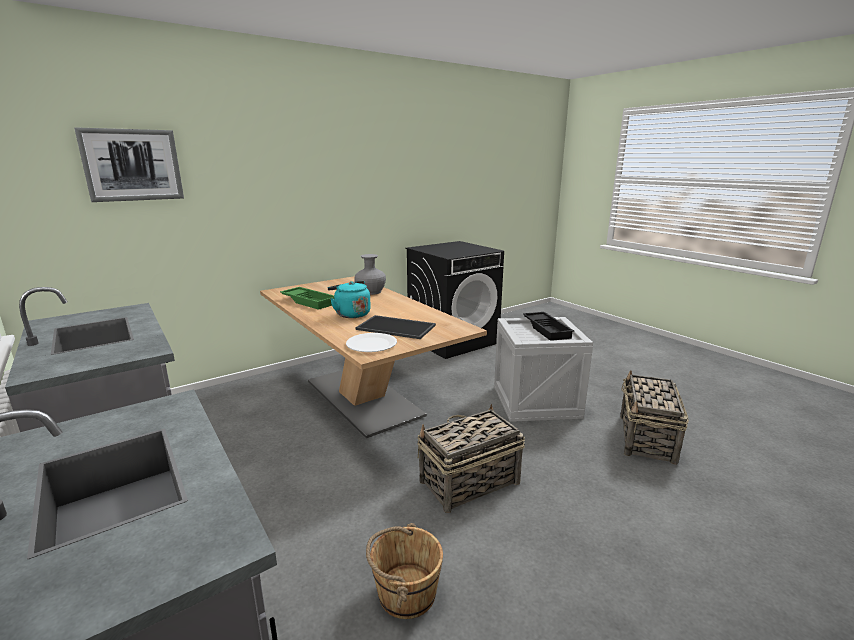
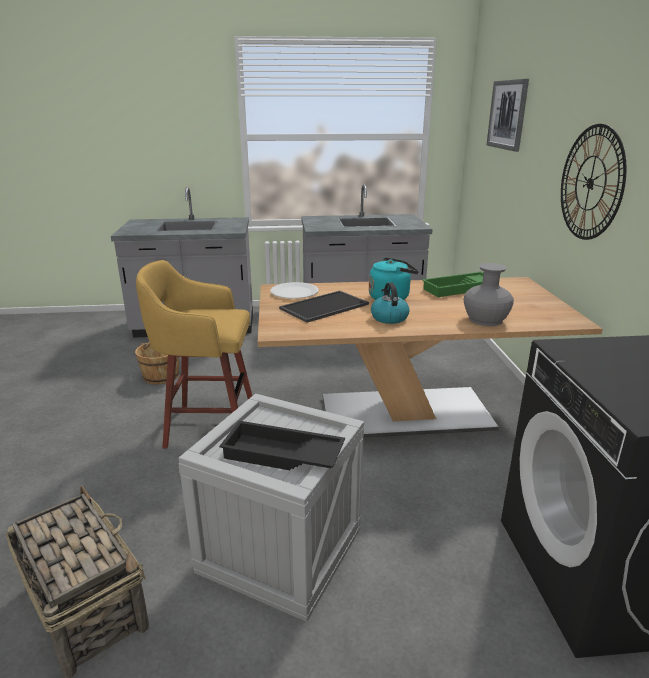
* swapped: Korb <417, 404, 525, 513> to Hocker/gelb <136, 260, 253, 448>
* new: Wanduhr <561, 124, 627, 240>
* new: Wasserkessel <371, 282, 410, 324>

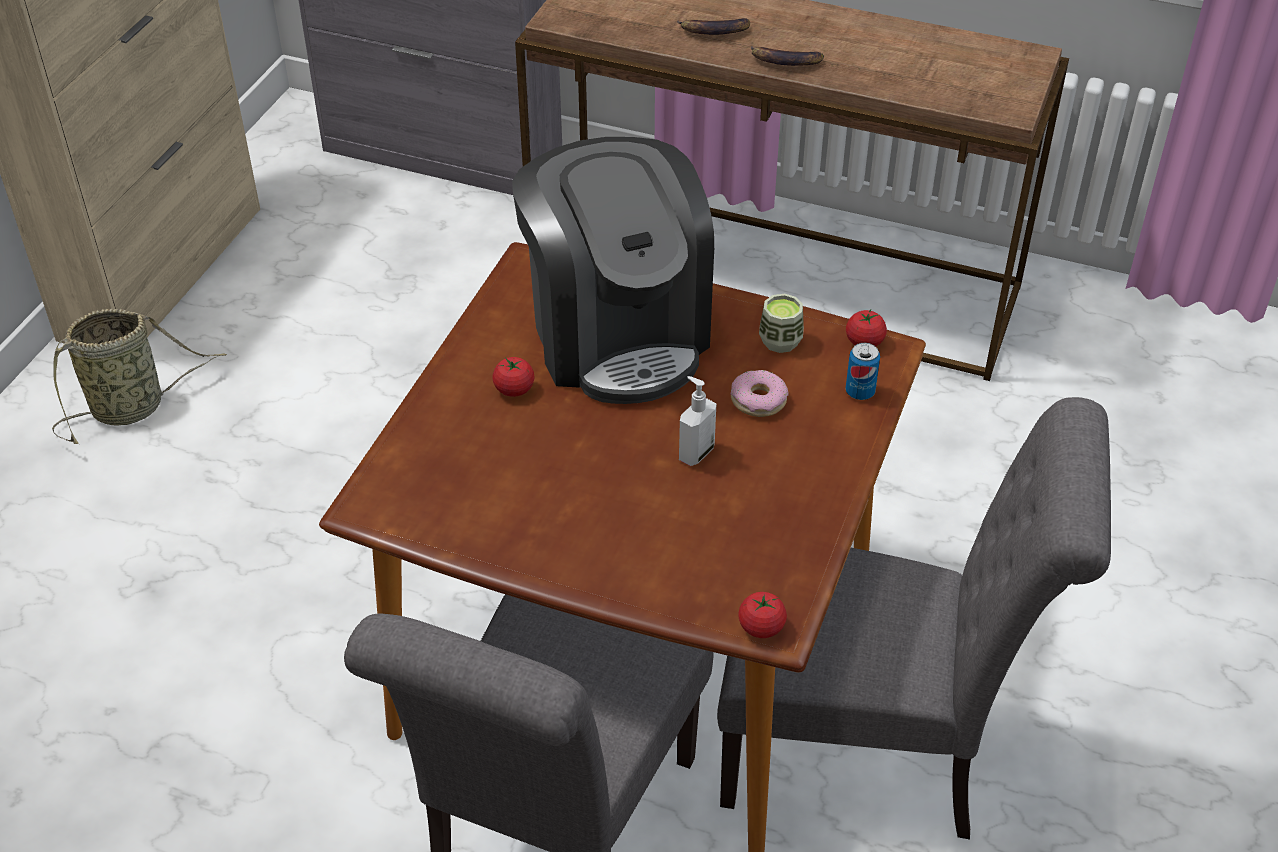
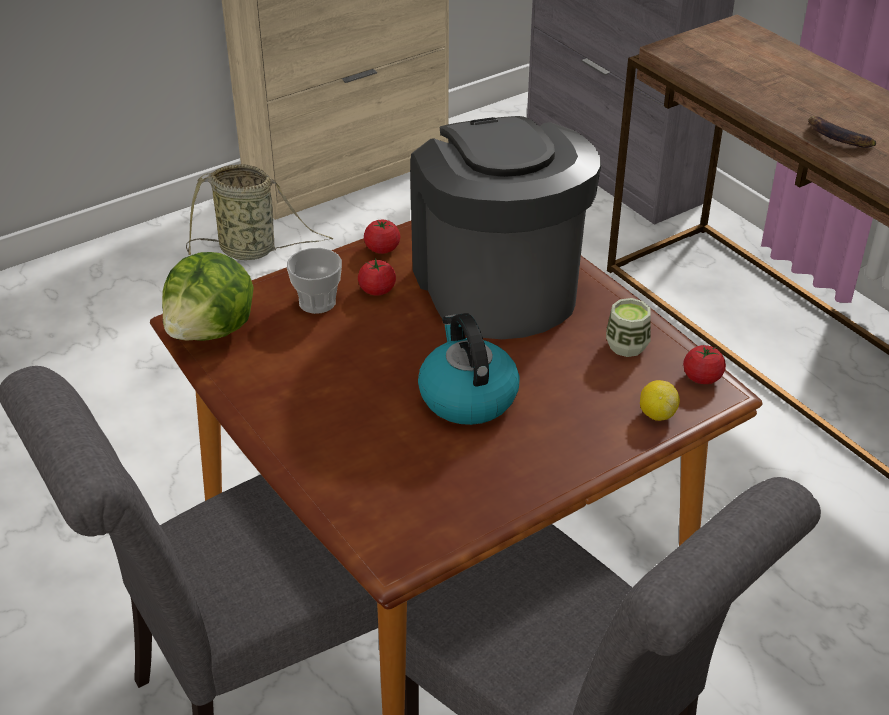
* gone: Banane <677, 18, 750, 35>
* rotated: Kaffeemaschine <512, 137, 714, 404> = <410, 116, 601, 339> 150 degrees clockwise
* swapped: Dose <845, 343, 880, 400> to Zitrone <640, 380, 680, 421>
* gone: Donut <731, 370, 789, 417>
* swapped: Seifenspender <679, 376, 717, 466> to Wasserkessel <418, 313, 520, 425>
* shifted: Tomate <738, 592, 787, 638> to <364, 220, 400, 254>
* new: Tasse <287, 248, 342, 314>
* new: Salatkopf <162, 252, 254, 341>

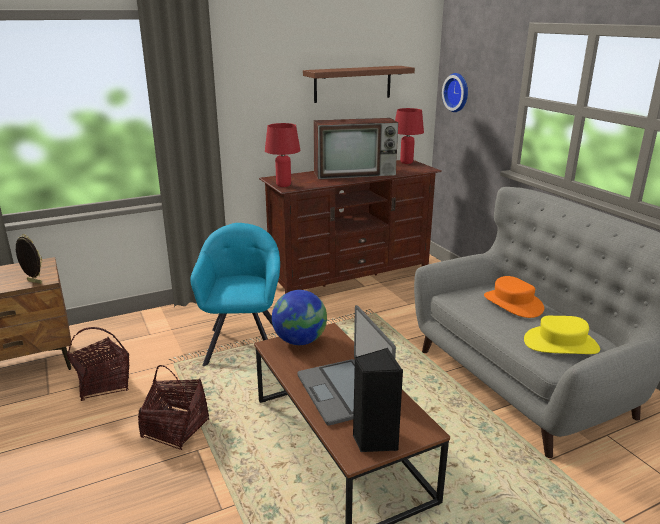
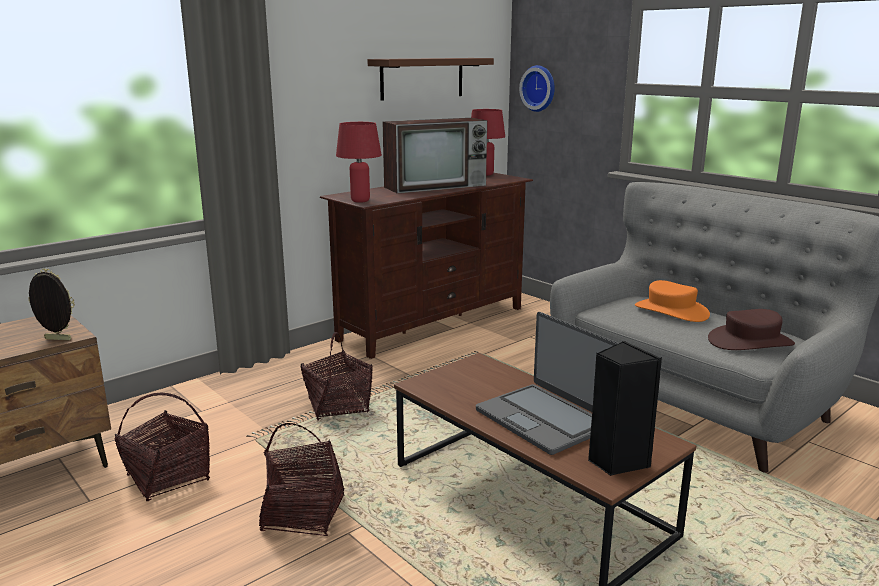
* swapped: Sessel/türkis <190, 223, 280, 366> to Korb <301, 332, 373, 421>
* gone: Globus <272, 290, 327, 345>
* repainted: Hut/gelb <524, 316, 600, 354> to Hut/braun <708, 309, 795, 350>

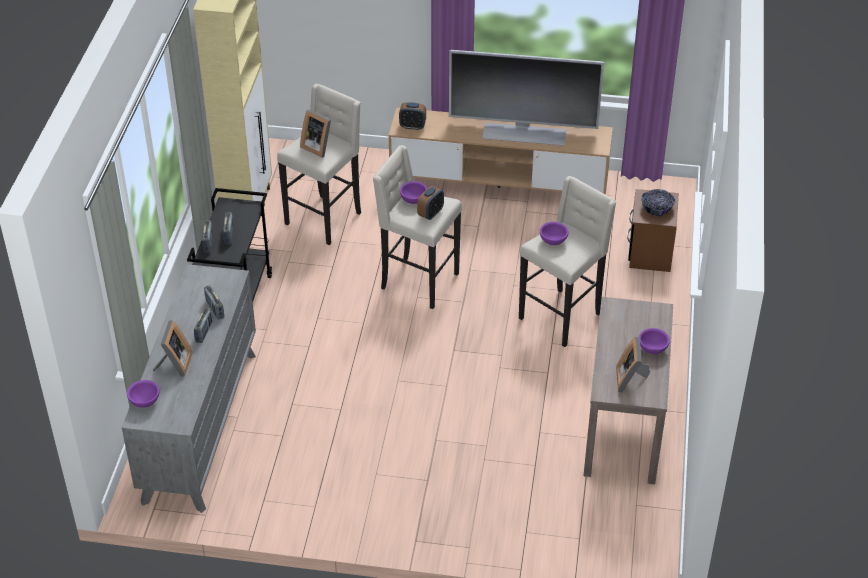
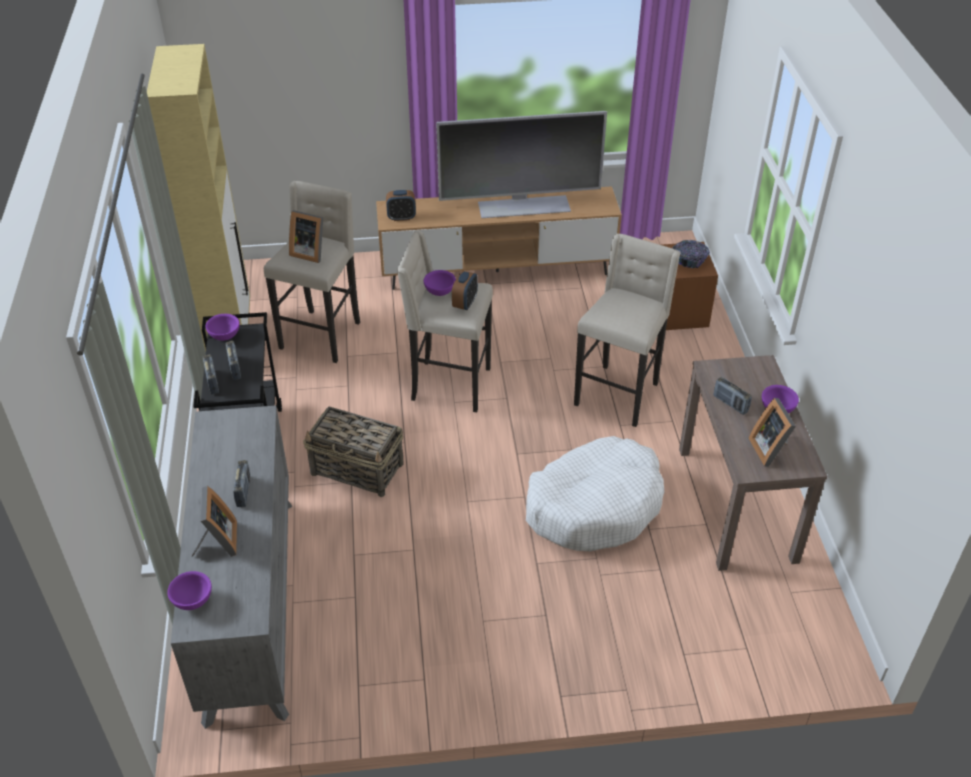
* shifted: Schüssel/lila <540, 222, 569, 245> to <206, 314, 240, 341>
* shifted: Radio <204, 285, 224, 319> to <713, 377, 752, 415>
* new: Korb <303, 407, 404, 497>
* new: Hundebett/weiß <526, 436, 664, 551>

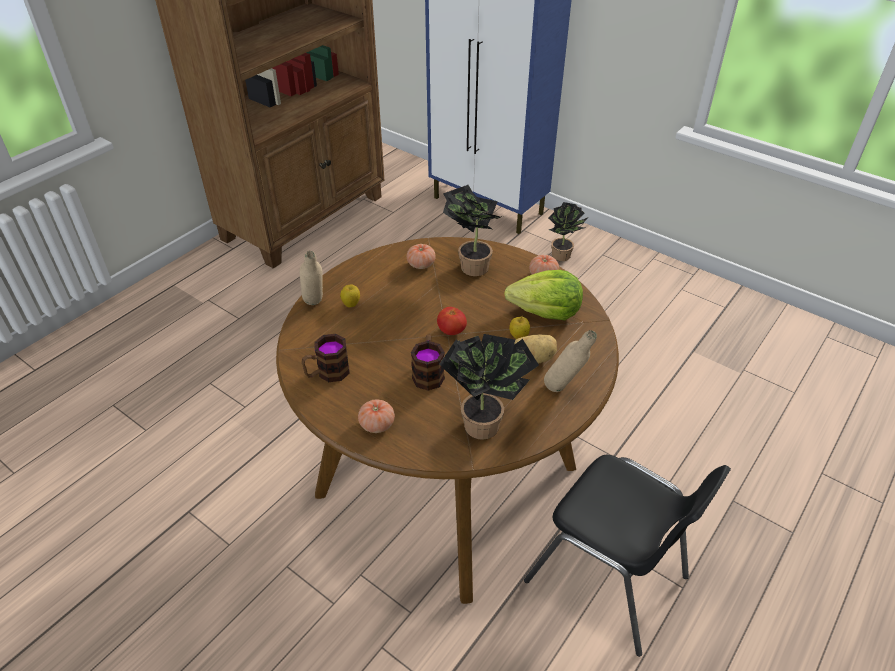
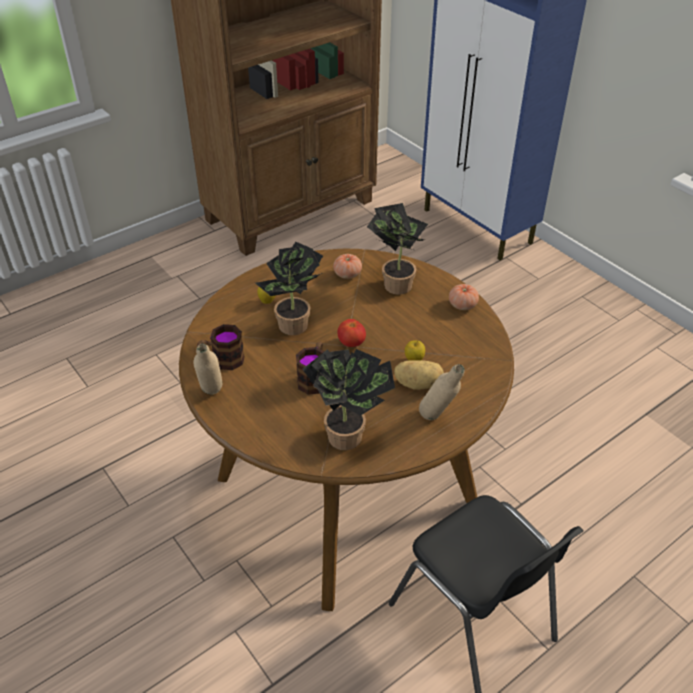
* shifted: Topfpflanze <548, 202, 588, 261> to <255, 242, 323, 335>
* shifted: Flasche/beige <300, 251, 323, 305> to <194, 344, 222, 395>
* gone: Salatkopf <504, 270, 583, 320>
* gone: Tomate <358, 399, 395, 433>

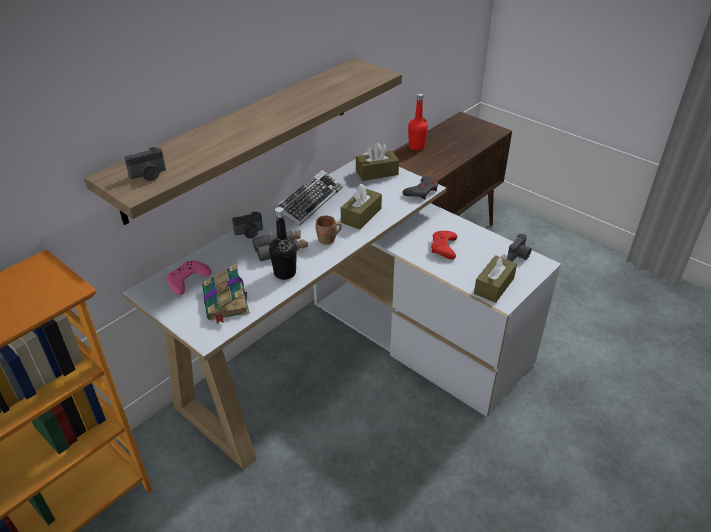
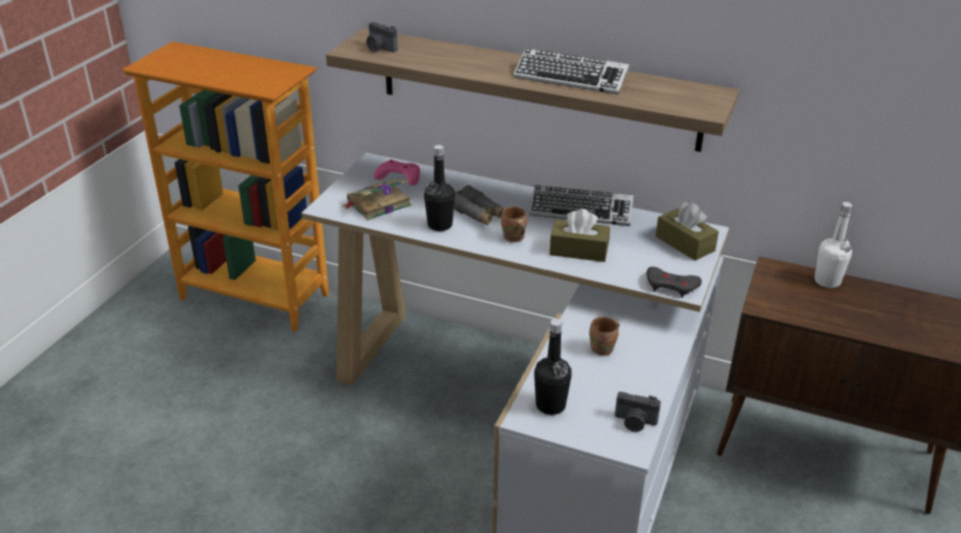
* repainted: Flasche/rot <408, 93, 428, 151> to Flasche/weiß <815, 202, 853, 288>
* gone: Kamera <232, 212, 263, 238>
* swapped: Gamepad/rot <431, 231, 457, 260> to Henkelbecher/braun <589, 317, 619, 356>
* swapped: Taschentuchbox/braun <474, 254, 517, 303> to Flasche/schwarz <534, 319, 572, 415>
* new: Tastatur <513, 48, 629, 94>

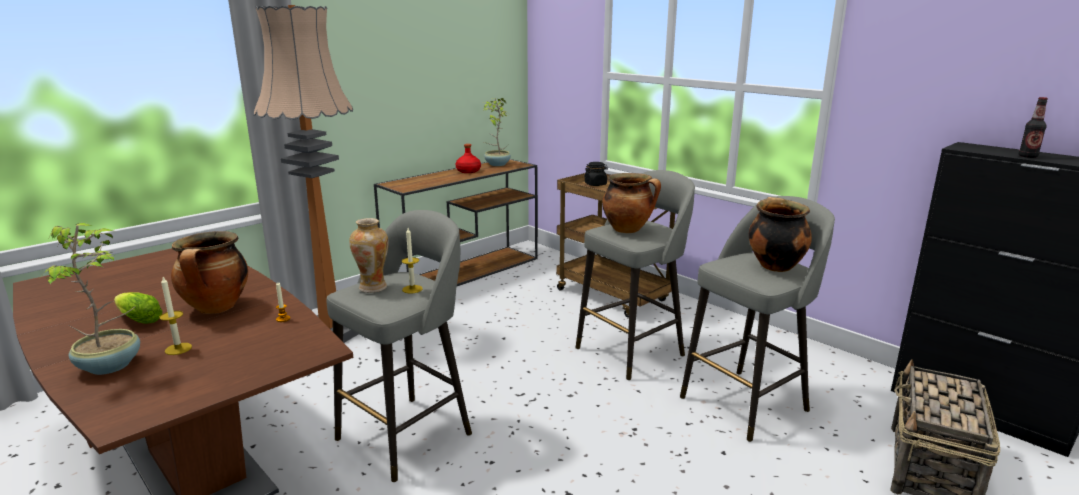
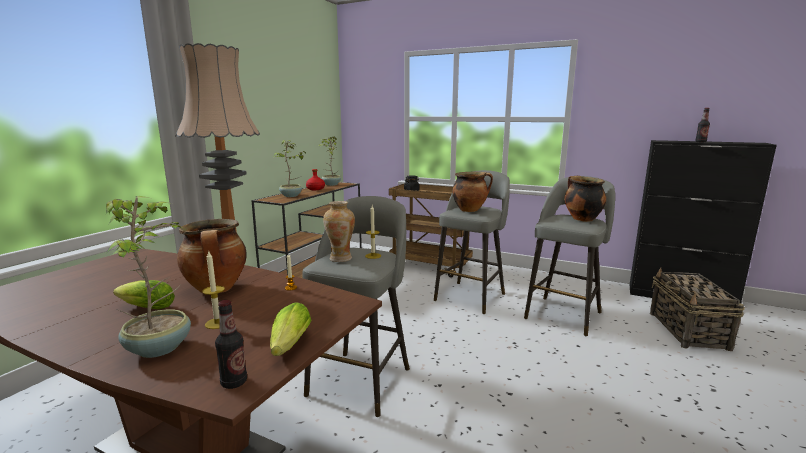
* new: Topfpflanze <274, 140, 306, 197>
* new: Flasche <215, 300, 247, 389>
* new: Salatkopf <270, 302, 312, 356>

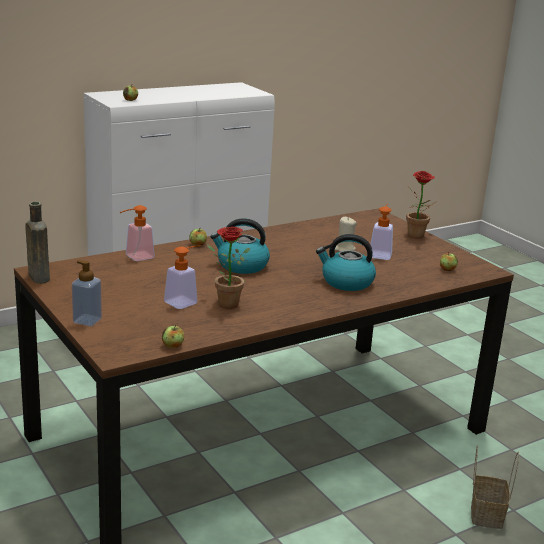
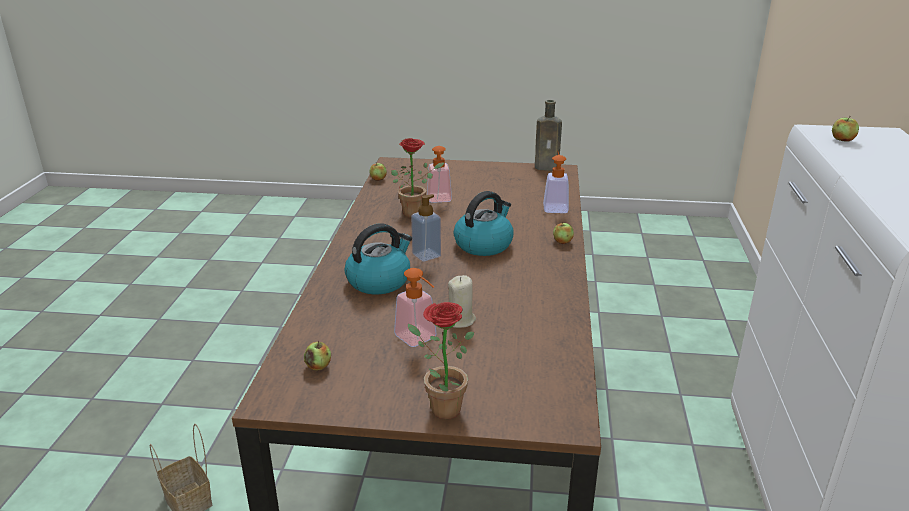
* shifted: Seifenspender <72, 260, 102, 326> to <411, 194, 441, 262>

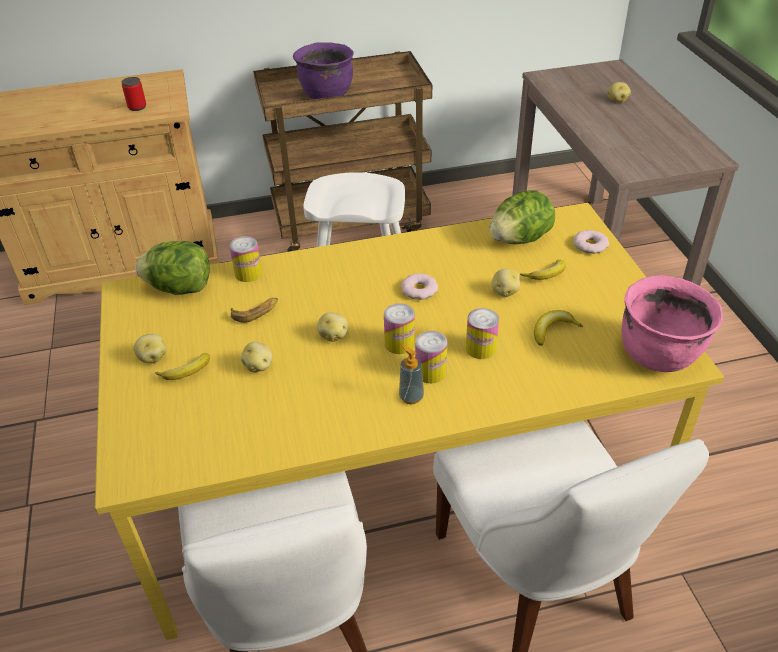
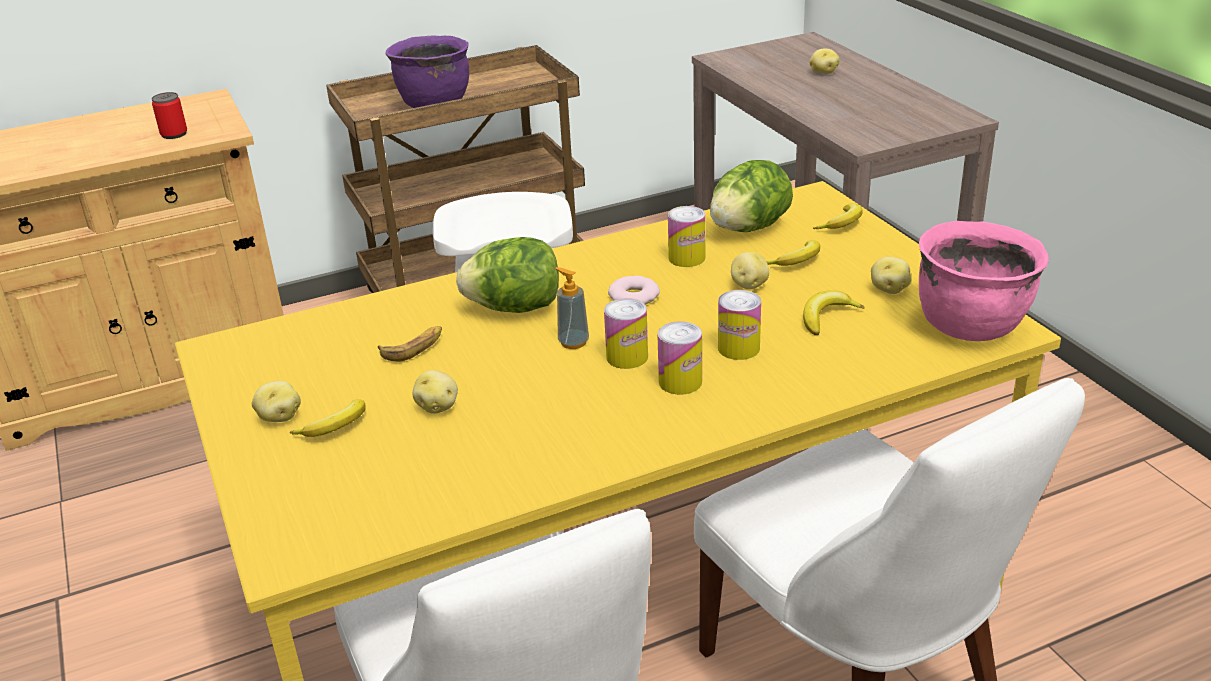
* swapped: Donut <573, 230, 609, 254> to Banane <813, 203, 863, 229>
* shifted: Dose <229, 236, 262, 282> to <668, 206, 705, 267>
* shifted: Salatkopf <135, 241, 210, 295> to <456, 237, 559, 313>
* shifted: Kartoffel <317, 312, 348, 342> to <871, 257, 911, 294>
* shifted: Seifenspender <399, 345, 424, 405> to <555, 267, 589, 349>

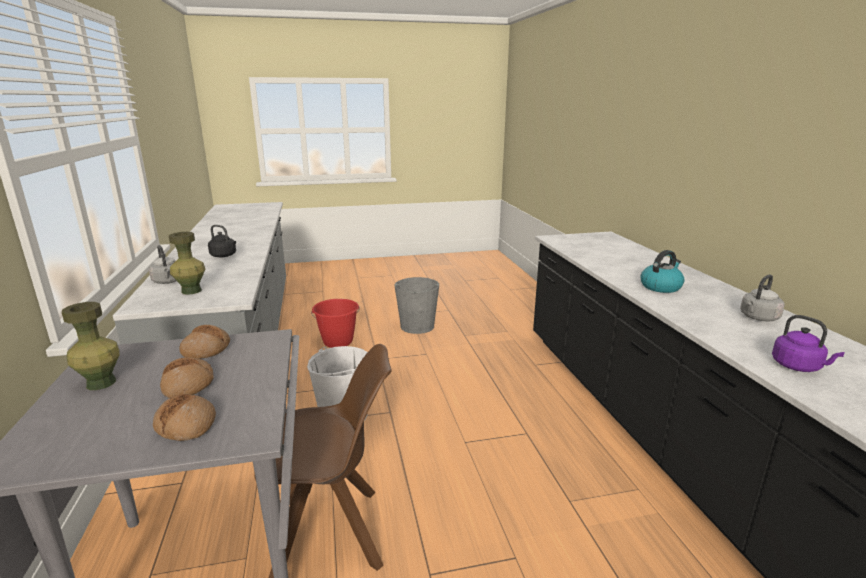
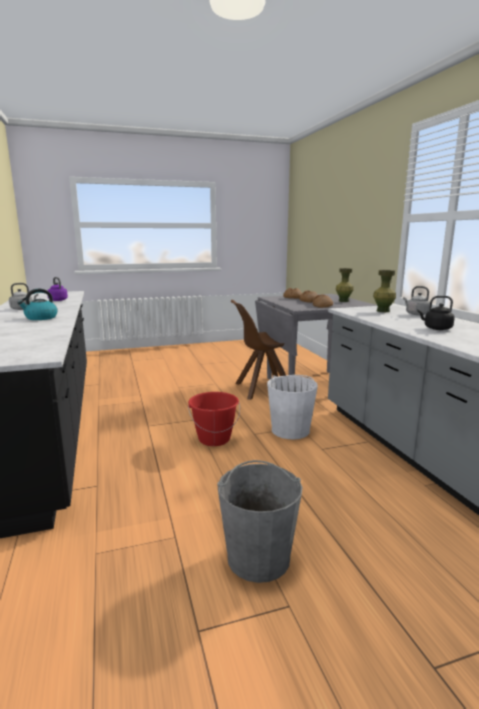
* shifted: Eimer/rot <311, 299, 360, 348> to <188, 392, 240, 446>

